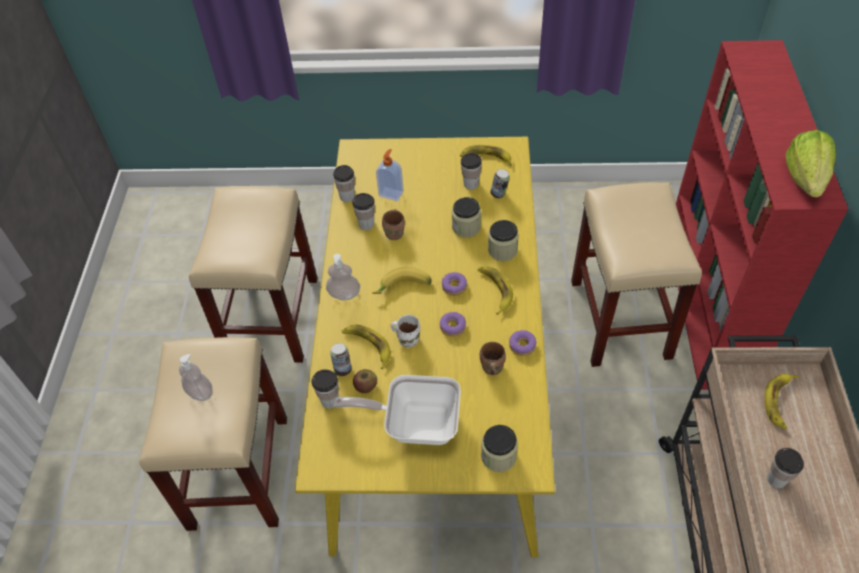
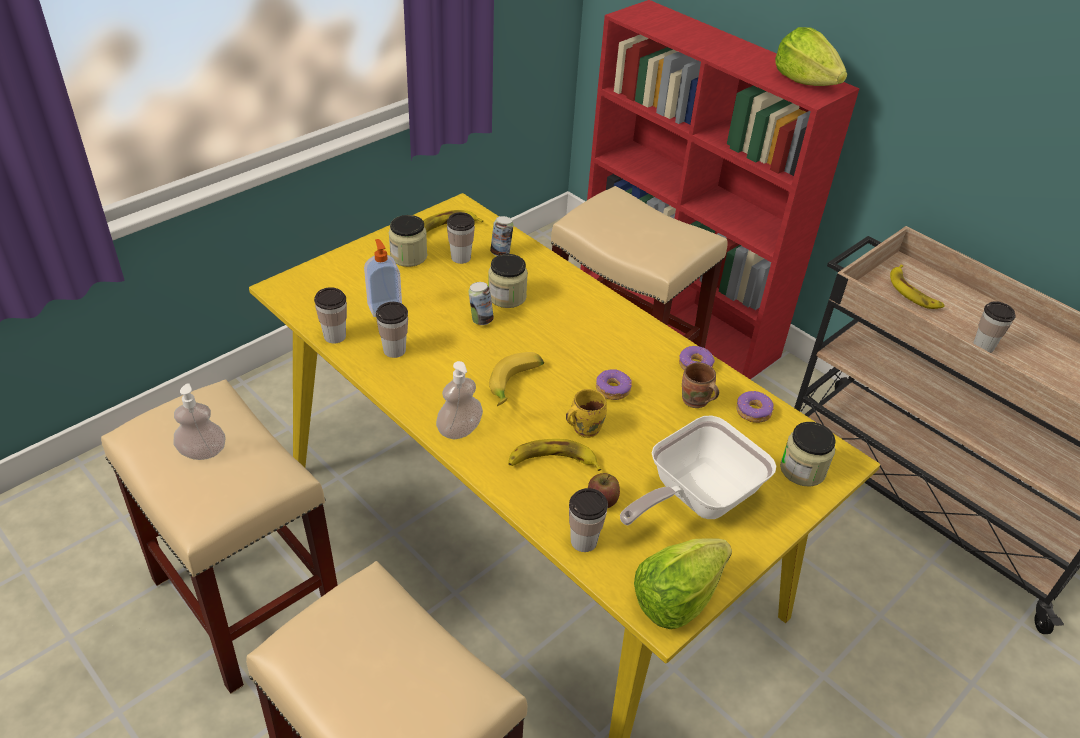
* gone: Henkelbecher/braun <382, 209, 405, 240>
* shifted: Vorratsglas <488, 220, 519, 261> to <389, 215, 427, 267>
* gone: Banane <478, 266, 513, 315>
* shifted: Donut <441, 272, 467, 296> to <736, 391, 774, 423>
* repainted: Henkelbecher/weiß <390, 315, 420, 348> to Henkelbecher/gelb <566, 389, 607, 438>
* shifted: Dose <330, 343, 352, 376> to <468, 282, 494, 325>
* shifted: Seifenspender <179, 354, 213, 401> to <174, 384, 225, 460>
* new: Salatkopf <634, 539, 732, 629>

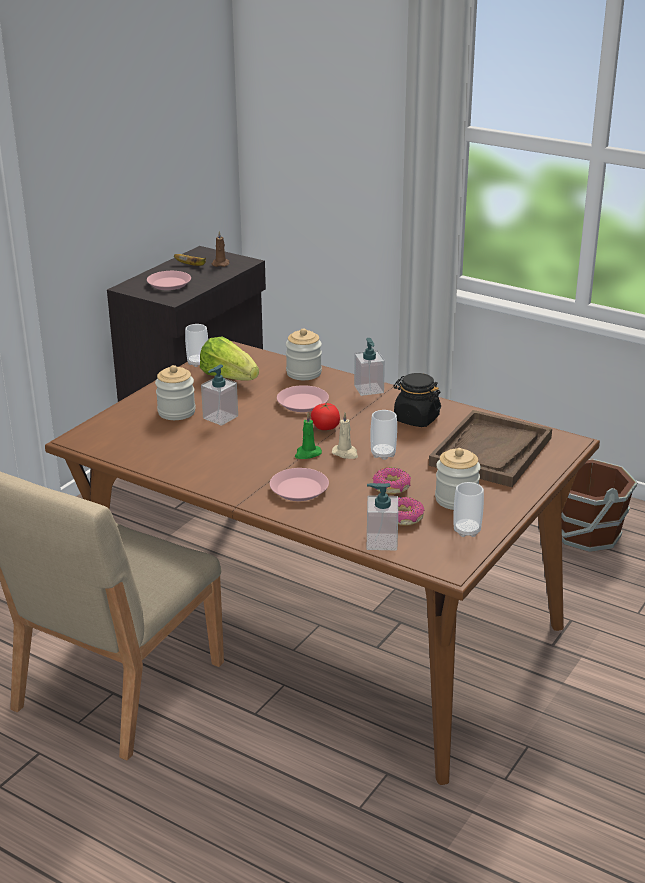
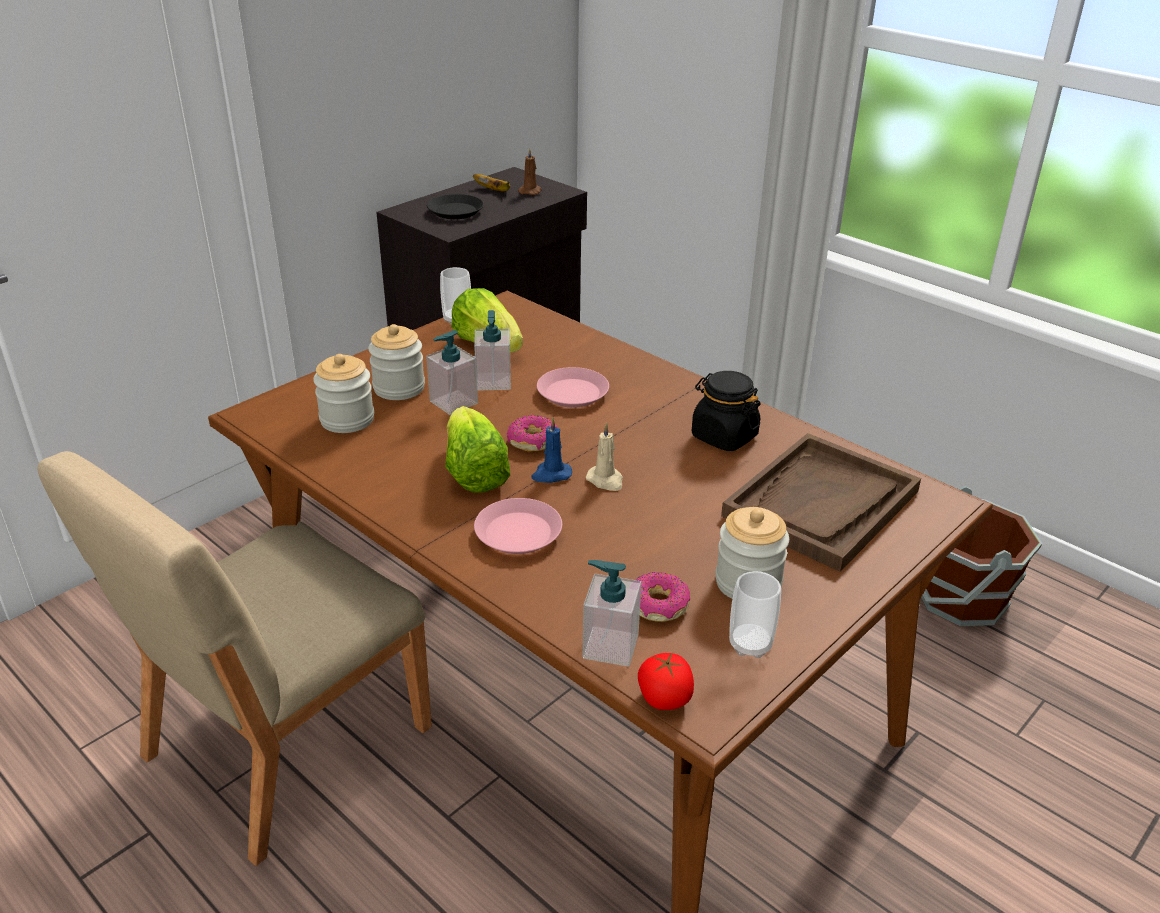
* repainted: Teller/rosa <147, 271, 191, 290> to Teller/schwarz <427, 194, 484, 219>
* shifted: Vorratsglas <286, 328, 322, 380> to <313, 354, 374, 433>
* shifted: Seifenspender <354, 338, 385, 396> to <474, 310, 511, 390>
* shifted: Tomate <311, 403, 340, 430> to <638, 652, 694, 710>
* gone: Tasse <371, 410, 397, 460>
* repainted: Kerze/grün <295, 413, 322, 459> to Kerze/blau <531, 417, 572, 483>
* shifted: Donut <372, 468, 411, 495> to <507, 415, 558, 452>
* new: Salatkopf <445, 406, 510, 493>

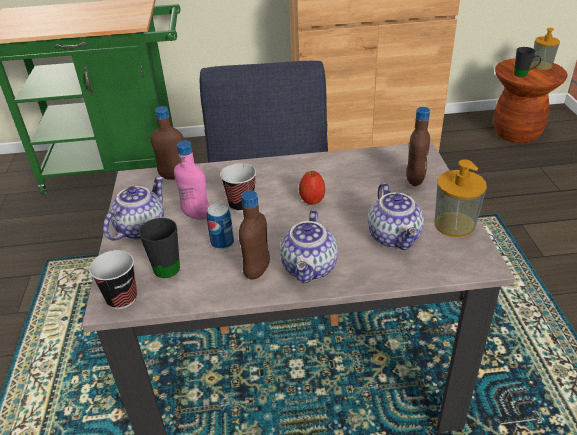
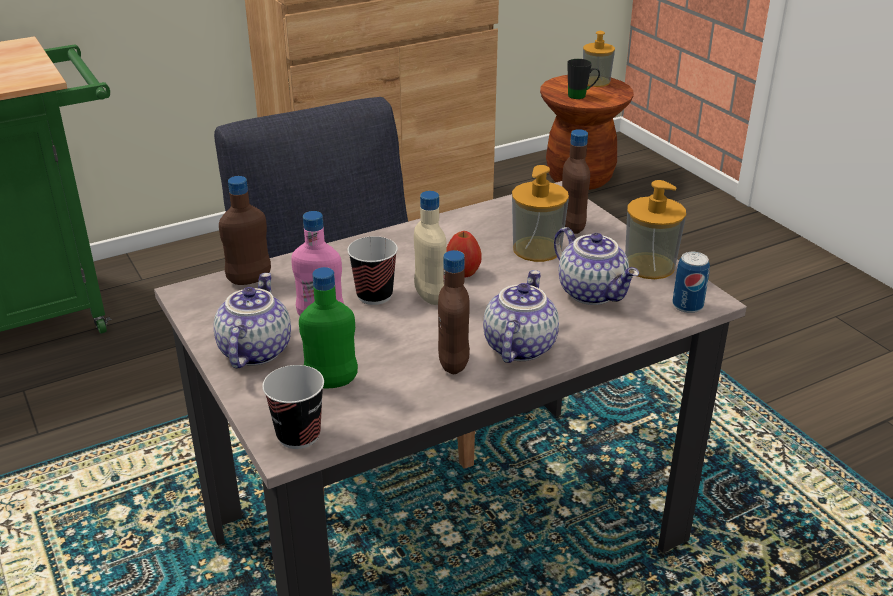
* shifted: Dose <207, 203, 234, 249> to <672, 252, 710, 313>
* rotated: Teekanne <280, 209, 338, 283> = <483, 270, 559, 363> 150 degrees counterclockwise
* swapped: Henkelbecher/schwarz <139, 218, 180, 278> to Flasche/grün <299, 267, 358, 388>
* new: Seifenspender <512, 165, 569, 262>
* new: Flasche/beige <414, 191, 447, 305>

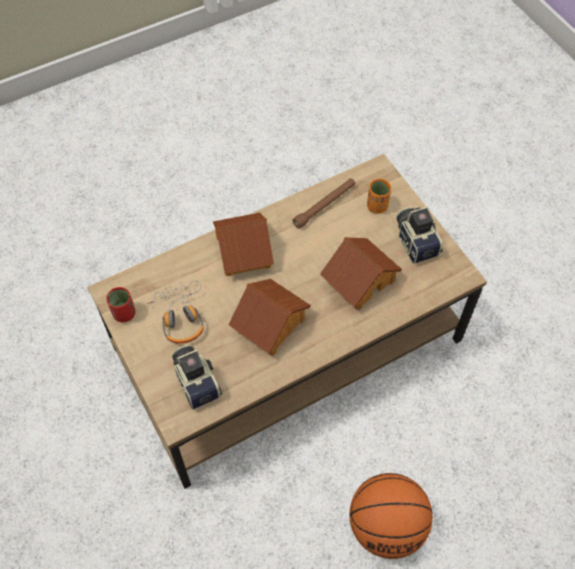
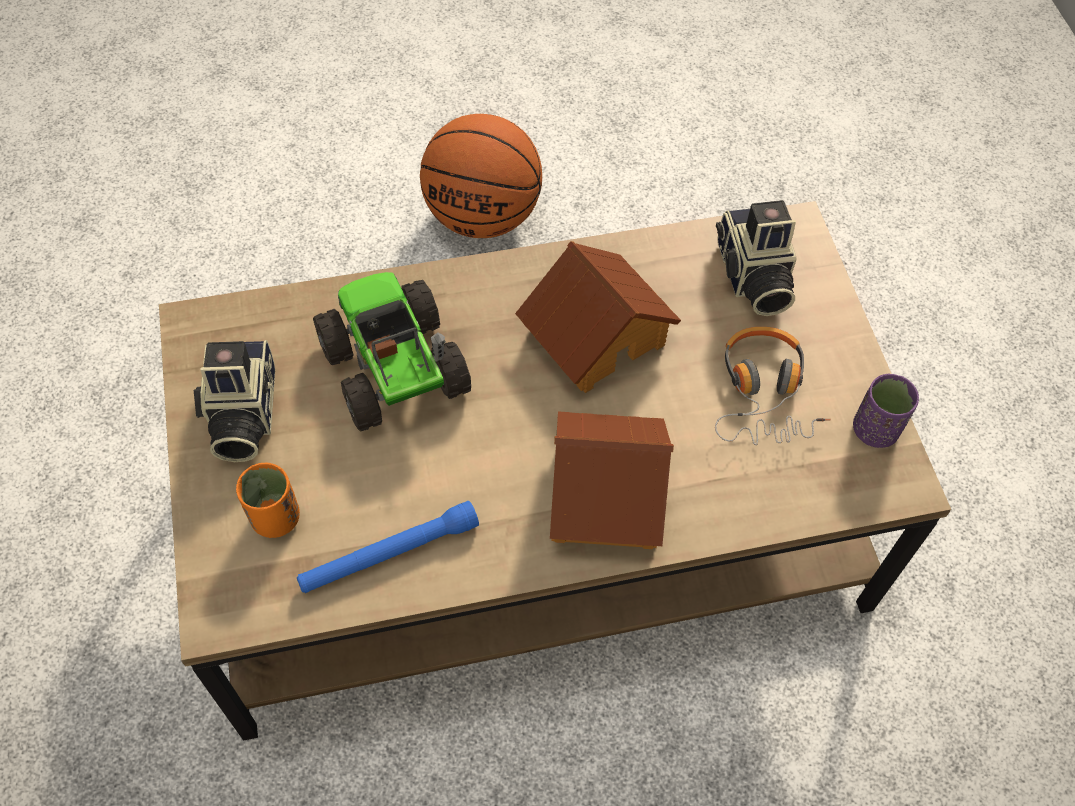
* repainted: Taschenlampe/braun <292, 178, 355, 229> to Taschenlampe/blau <297, 501, 479, 593>
* swapped: Spielzeughaus <320, 237, 402, 310> to Spielzeuglaster <313, 272, 471, 431>
* repainted: Tasse/rot <106, 287, 136, 323> to Tasse/lila <853, 374, 919, 448>

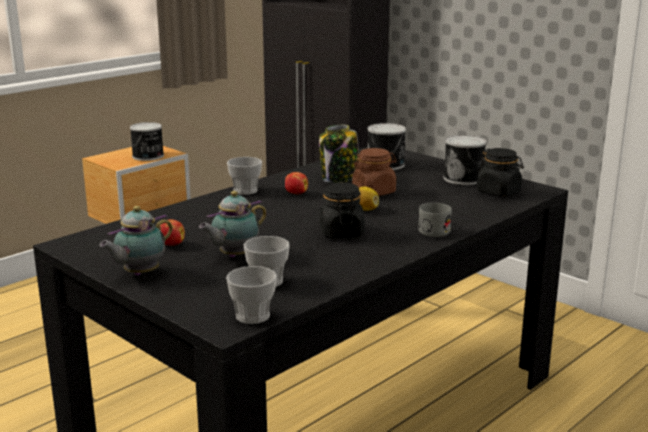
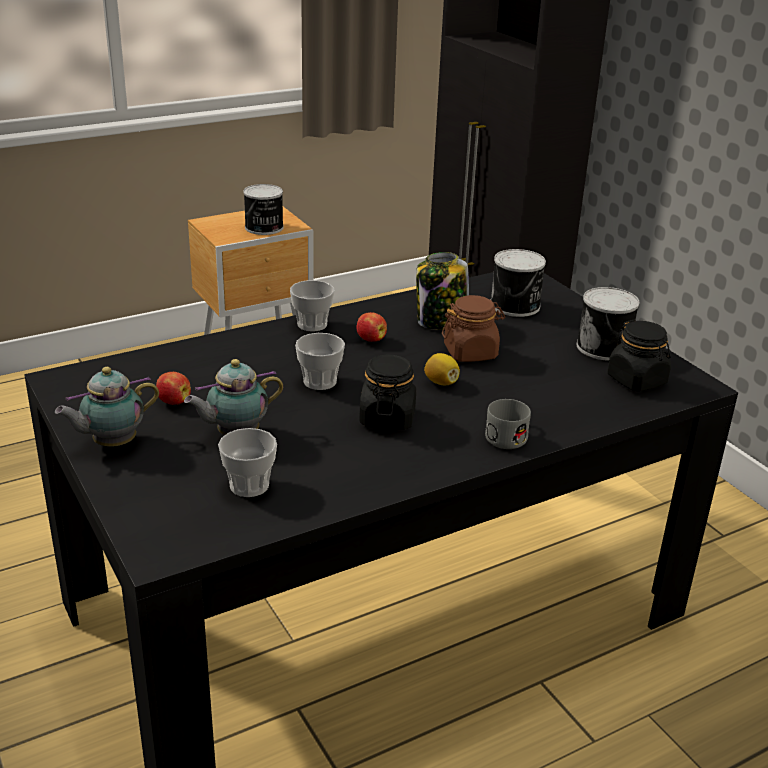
* shifted: Tasse <226, 266, 277, 324> to <295, 333, 345, 390>

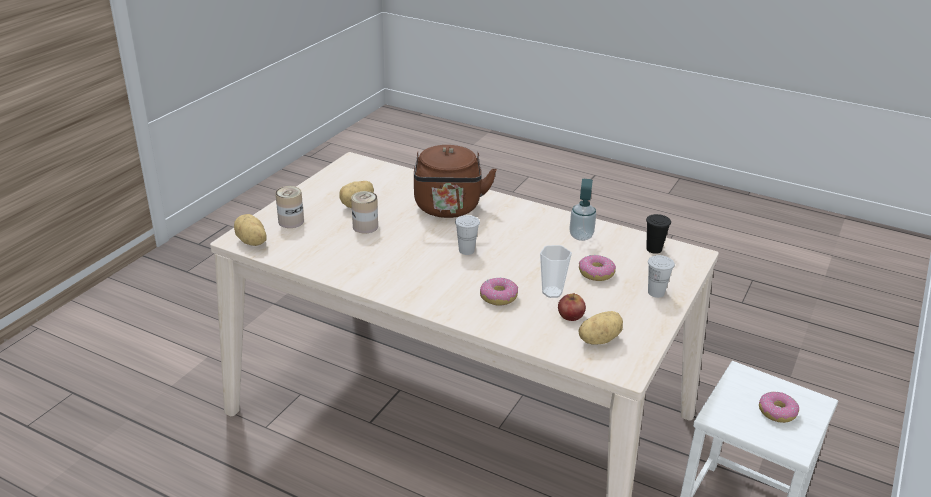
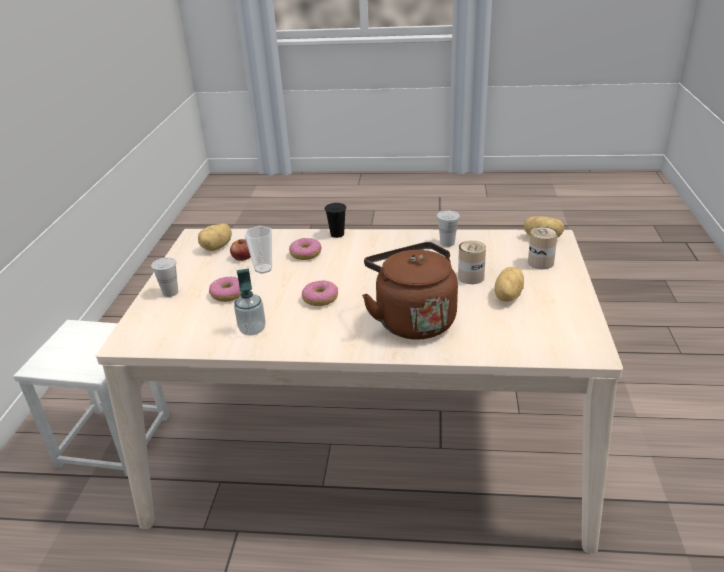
* shifted: Tasse/schwarz <646, 214, 671, 254> to <325, 203, 346, 238>
* shifted: Tasse/weiß <455, 215, 480, 255> to <437, 210, 460, 247>
* shifted: Donut <759, 391, 799, 423> to <302, 280, 338, 306>

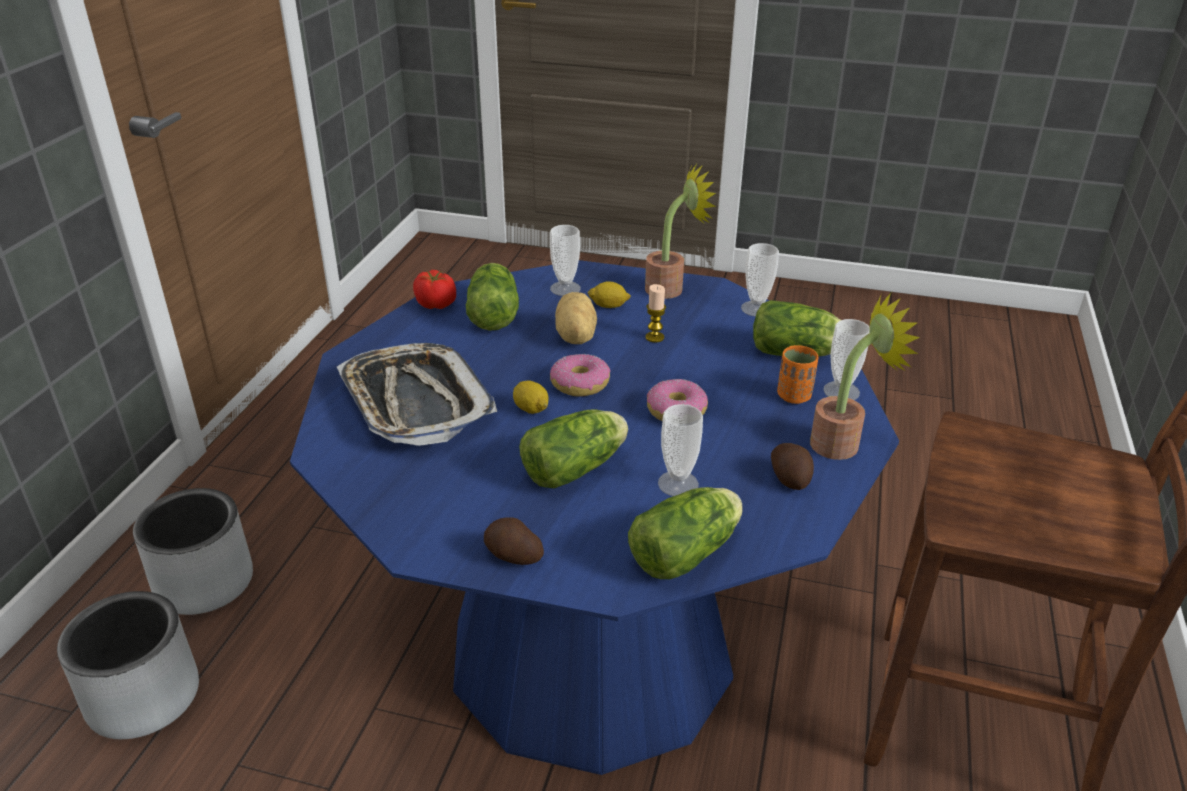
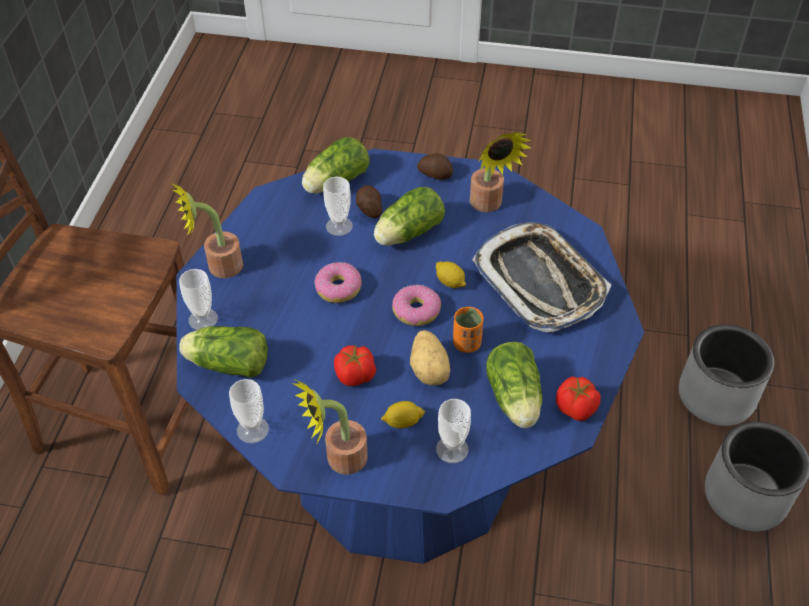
* swapped: Kerze <645, 284, 666, 343> to Tomate <334, 344, 376, 386>
* shifted: Tasse/orange <777, 345, 819, 404> to <453, 307, 484, 353>
* shifted: Kartoffel <771, 443, 814, 490> to <356, 185, 382, 218>
* new: Topfpflanze <470, 132, 532, 212>

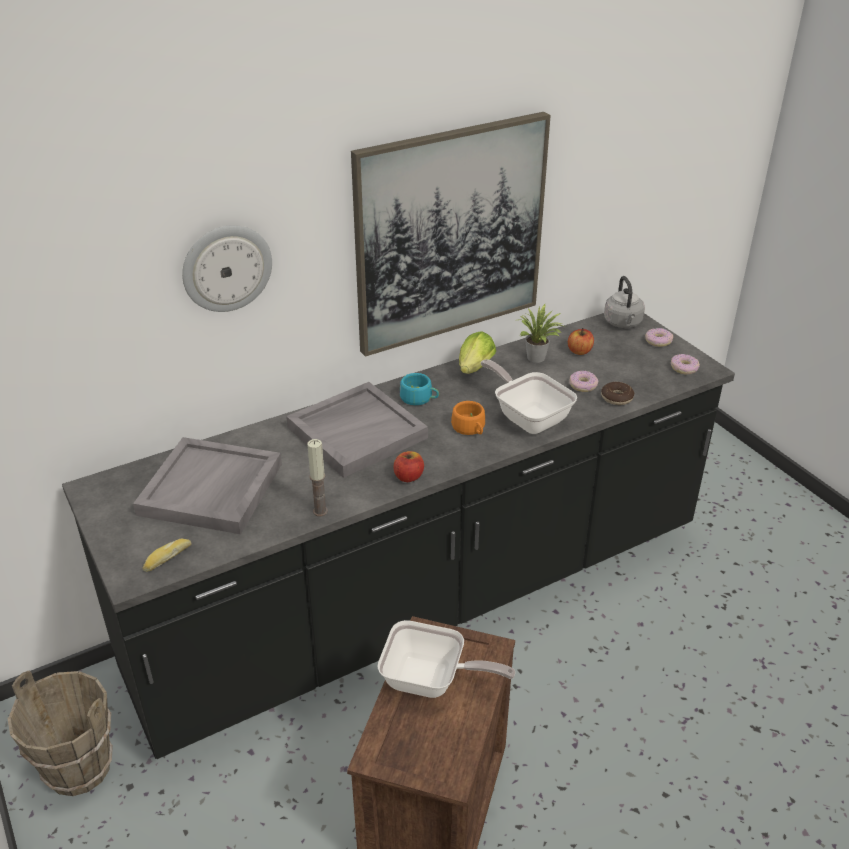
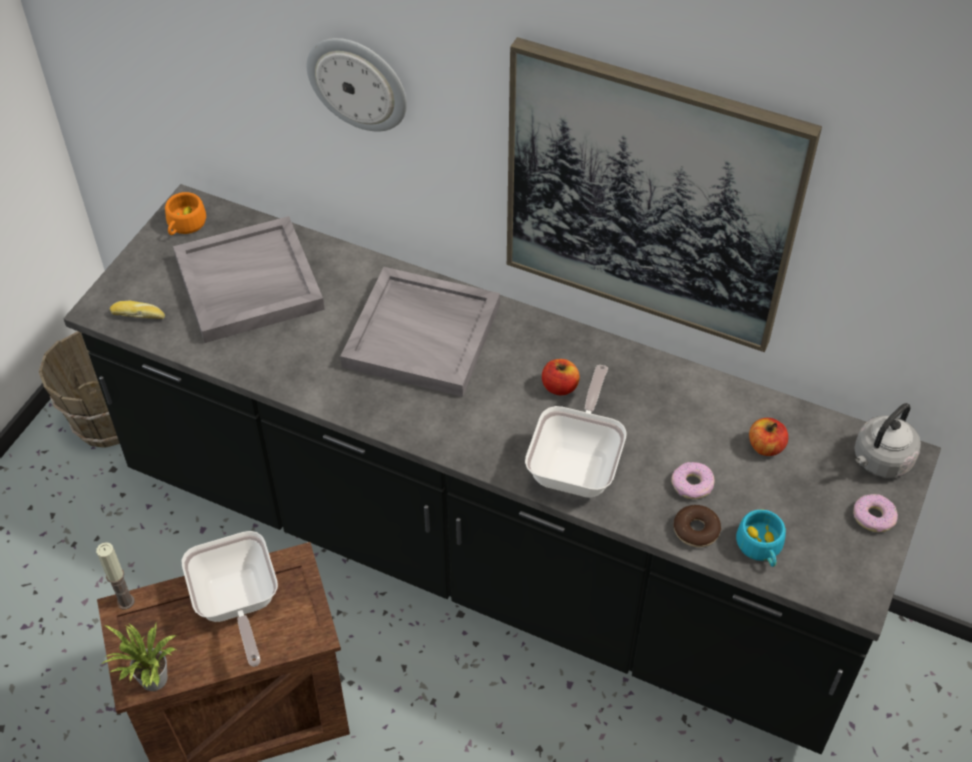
* shifted: Topfpflanze <519, 303, 566, 363> to <102, 623, 177, 691>
* gone: Salatkopf <459, 331, 496, 374>
* gone: Donut <671, 354, 700, 374>
* shifted: Tasse/türkis <400, 373, 439, 405> to <736, 509, 786, 567>
* shifted: Tasse/orange <451, 401, 485, 435> to <165, 192, 206, 235>
* shifted: Kerze <307, 439, 328, 517> to <96, 542, 135, 609>
* shifted: Apfel <393, 451, 424, 482> to <542, 359, 580, 395>

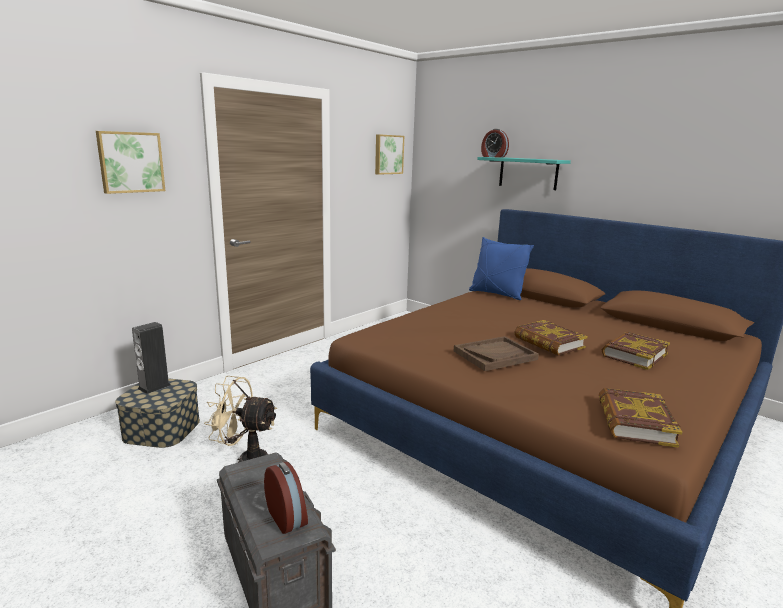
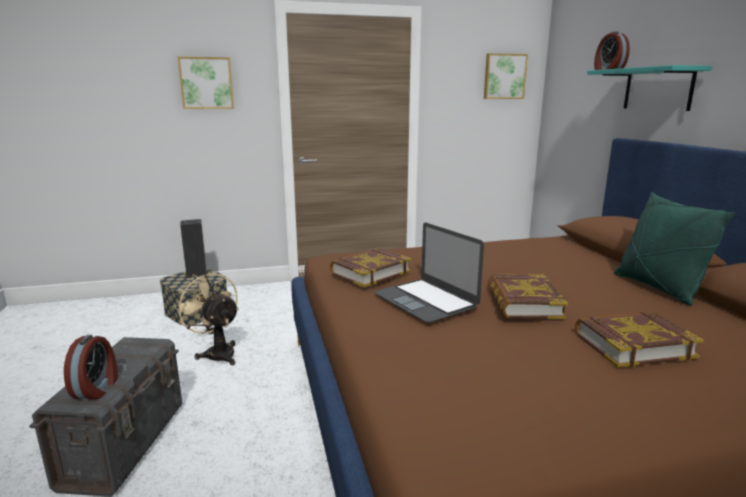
* gone: Kissen/blau <469, 237, 534, 300>
* swapped: Tablett/braun <454, 336, 539, 371> to Laptop <374, 223, 484, 323>
* shifted: Buch <599, 388, 682, 448> to <330, 248, 412, 288>
* new: Kissen/grün <614, 192, 736, 306>

